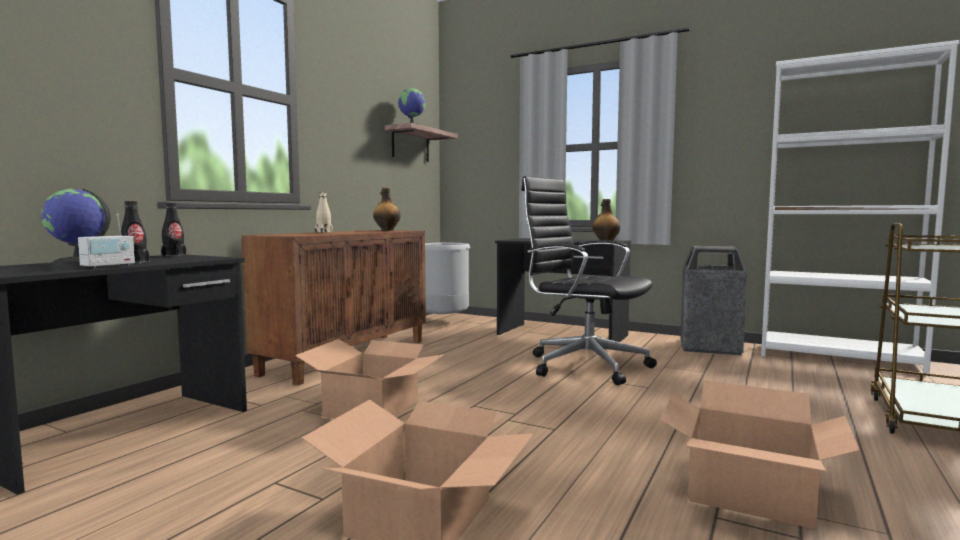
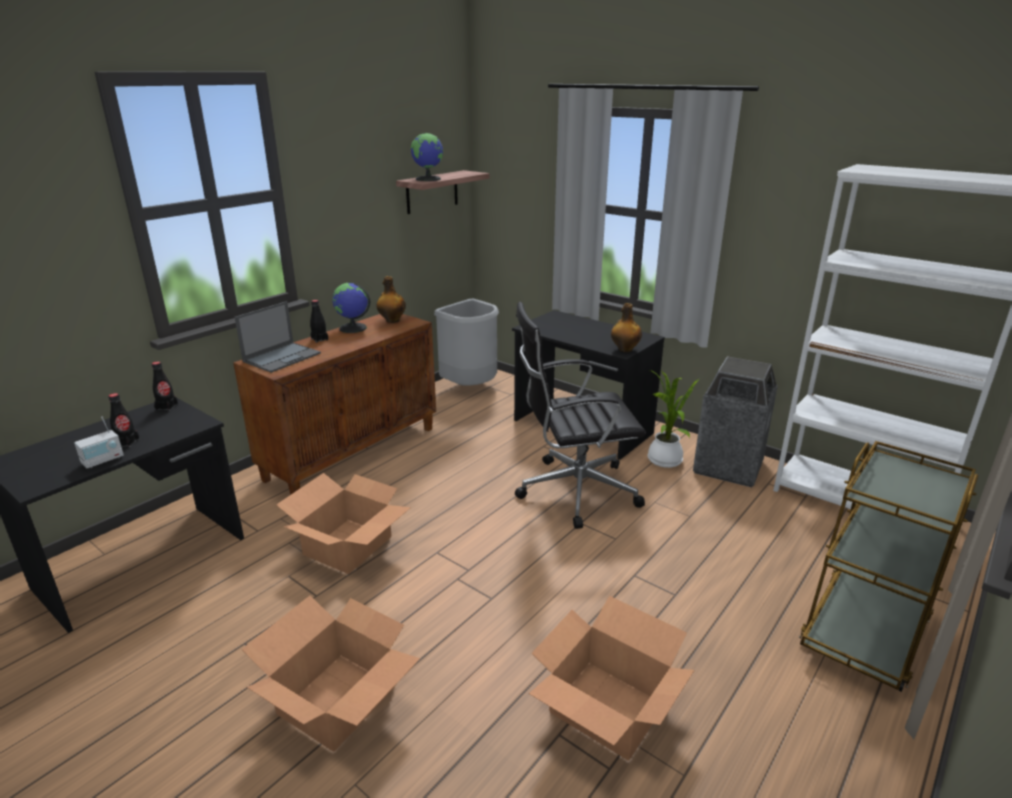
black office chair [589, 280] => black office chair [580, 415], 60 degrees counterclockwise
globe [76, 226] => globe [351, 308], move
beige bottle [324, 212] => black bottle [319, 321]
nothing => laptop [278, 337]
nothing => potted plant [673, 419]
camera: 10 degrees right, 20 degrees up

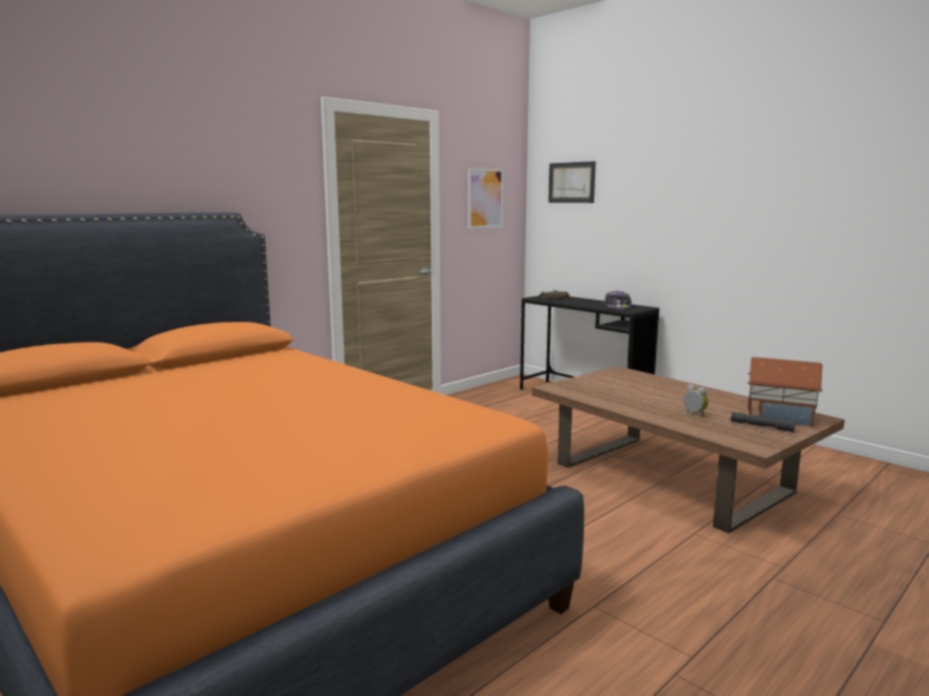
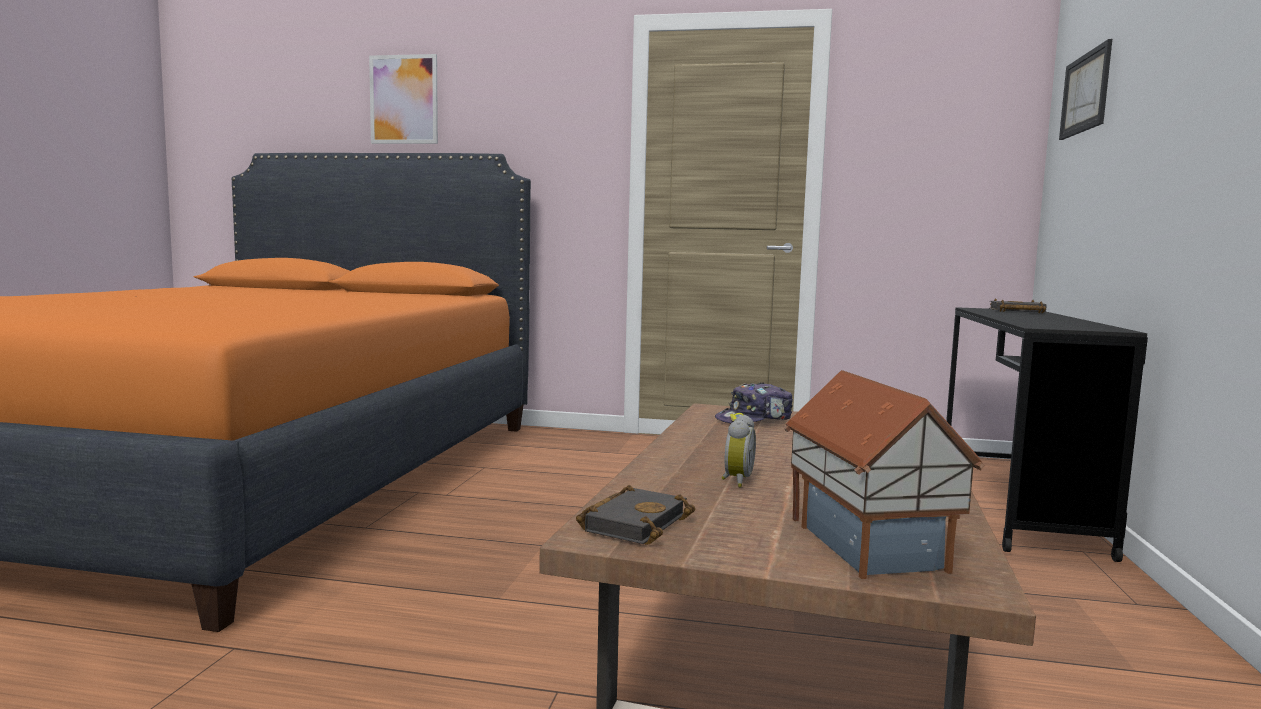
picture [485, 198] => picture [403, 99], move
cap [618, 299] => cap [754, 402], move
grey flashlight [763, 422] => nothing
nothing => black book [635, 515]
camera: 55 degrees right, 5 degrees down

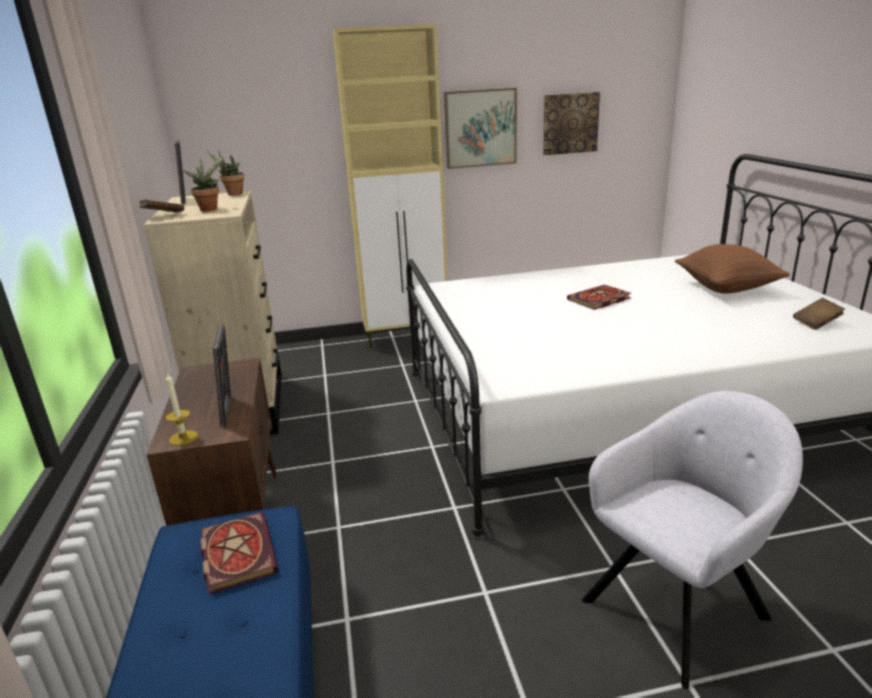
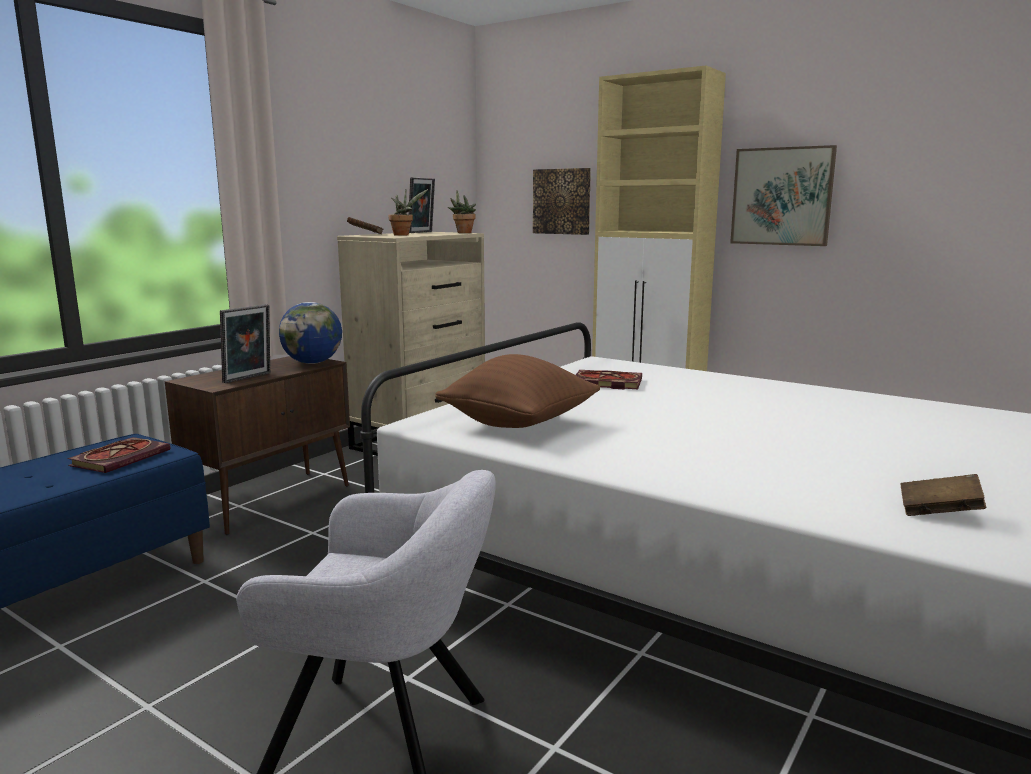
picture [571, 123] => picture [562, 201], move
brown pillow [732, 269] => brown pillow [518, 391], move
book [599, 297] => book [609, 380], move
candle [181, 409] => nothing
nothing => globe [310, 333]
camera: 45 degrees right, 10 degrees down

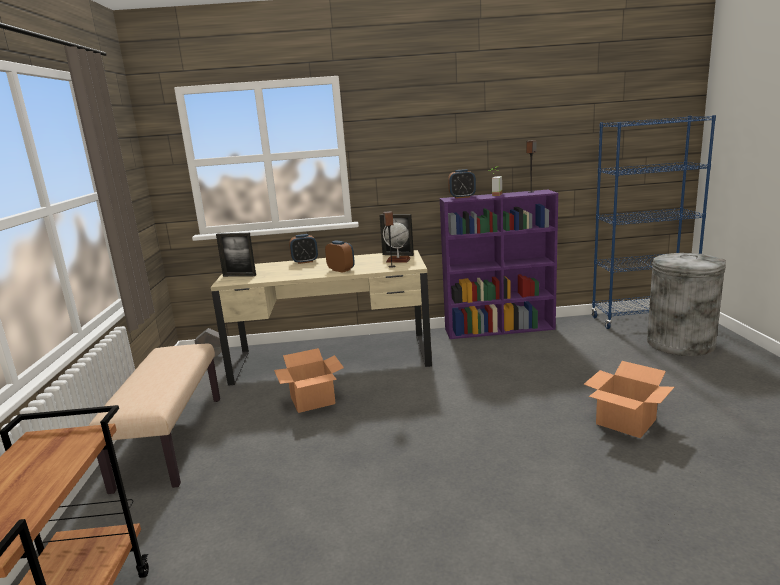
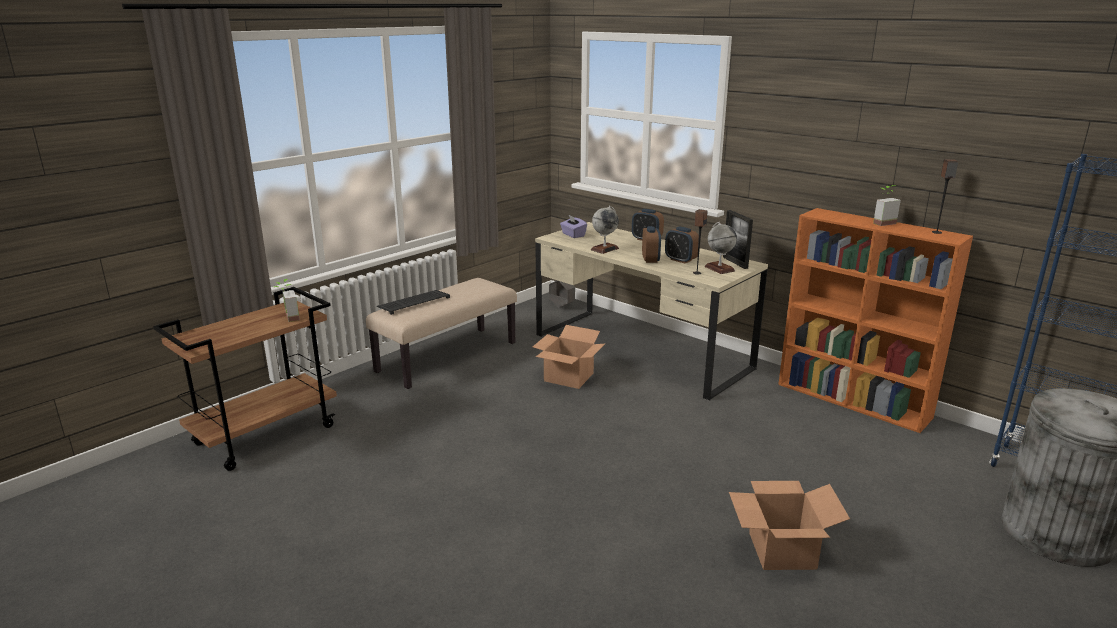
alarm clock [462, 183] => alarm clock [682, 245], move
purple bookcase [499, 264] => orange bookcase [875, 320]
picture frame [236, 255] => purple tissue box [573, 226]
nothing => globe [605, 230]
nothing => potted plant [287, 300]
nothing => keyboard [413, 302]
camera: 45 degrees right, 5 degrees up

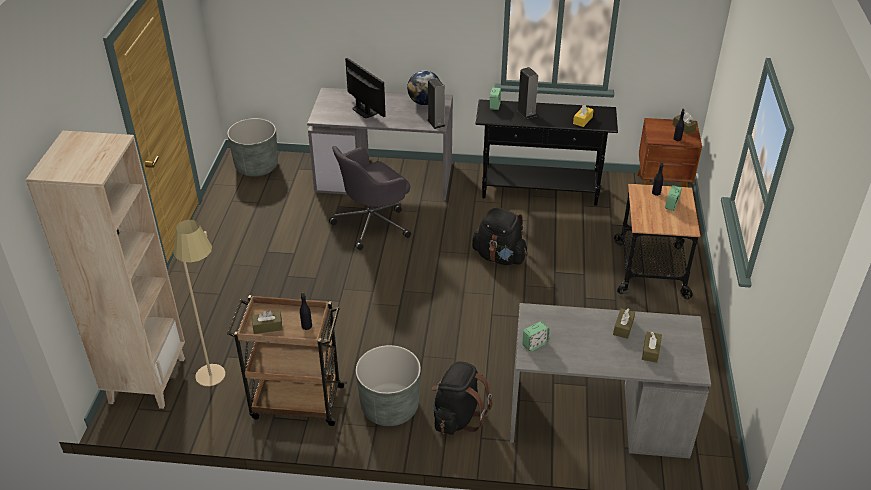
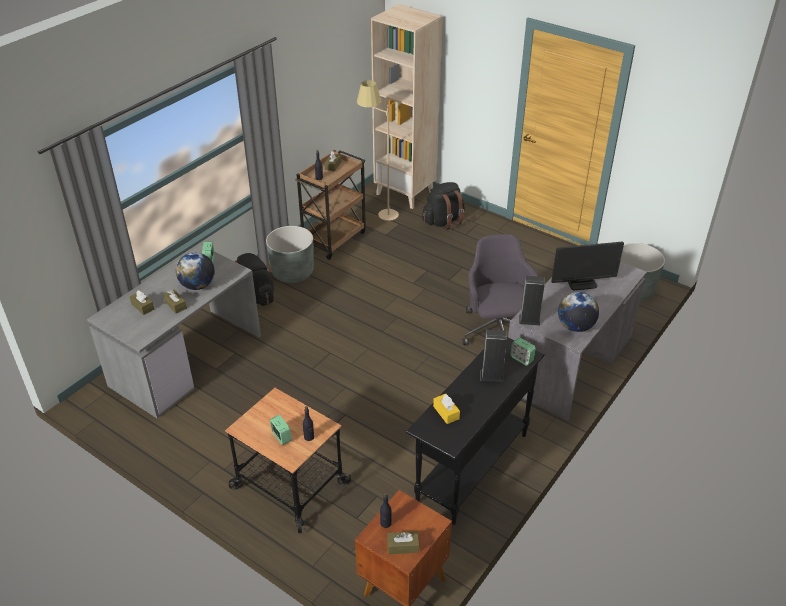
black backpack [499, 236] => black backpack [443, 206], move
nothing => globe [195, 271]
camera: 120 degrees right, 0 degrees up

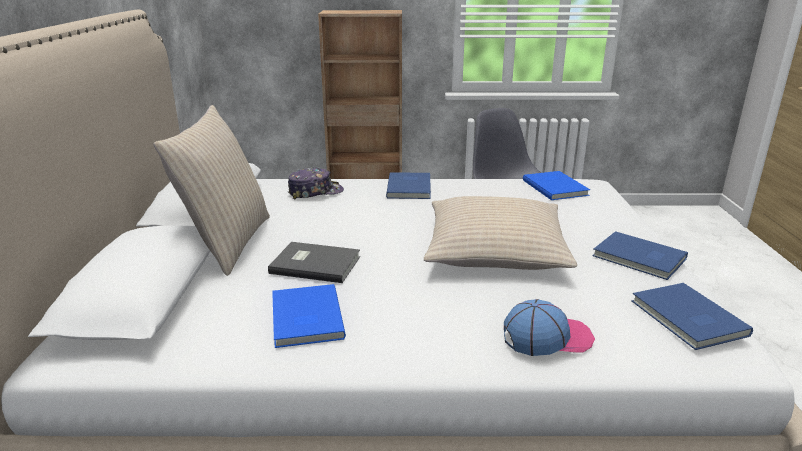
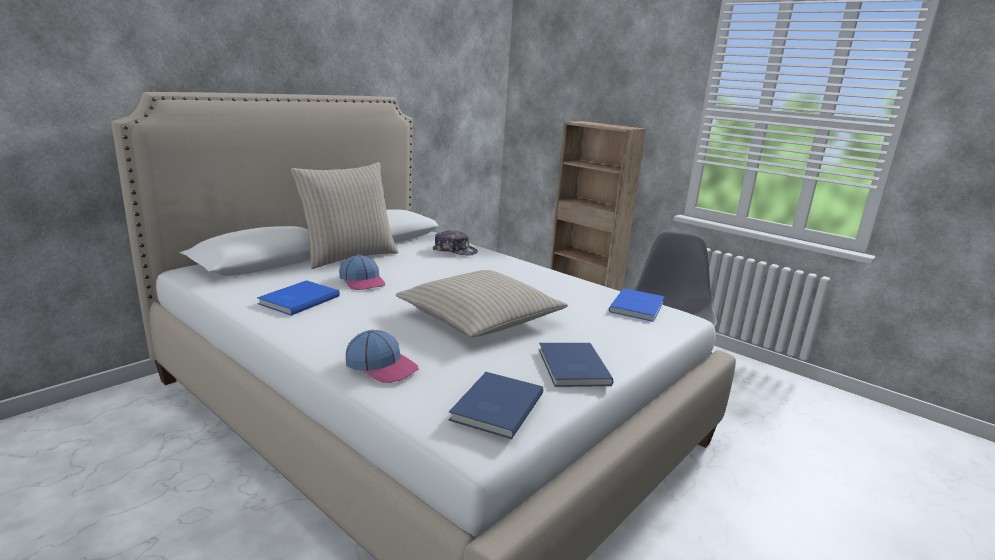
blue book [408, 185] => nothing
grey book [314, 262] => cap [362, 272]
camera: 40 degrees right, 5 degrees down

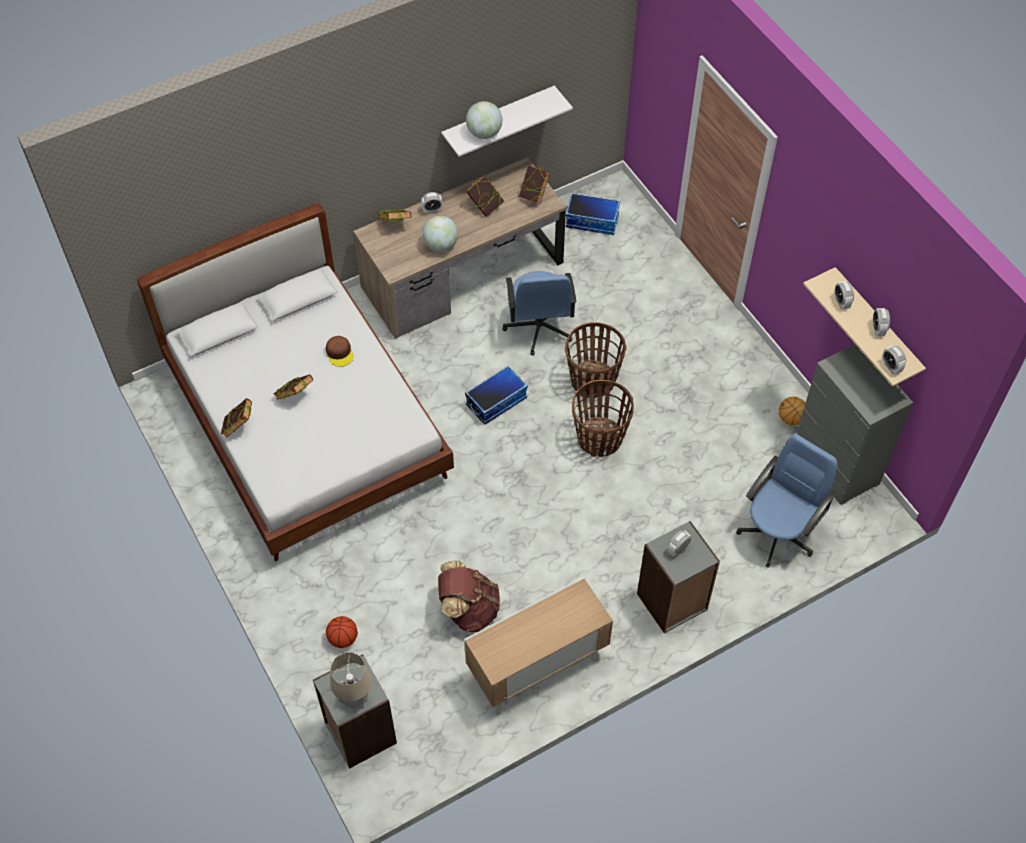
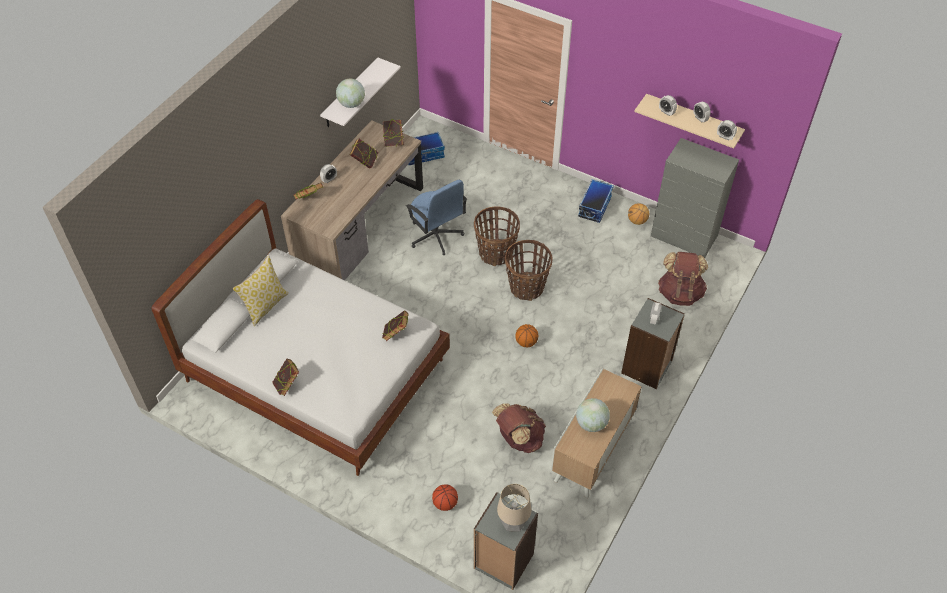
globe [440, 234] => globe [593, 415], move
brown cap [339, 351] => nothing
storage box [496, 395] => storage box [596, 201], move
book [293, 387] => book [395, 325], move
blue office chair [787, 501] => brown backpack [683, 279]
nothing => pillow [261, 290]
nothing => basketball [526, 335]
camera: 30 degrees left, 5 degrees down

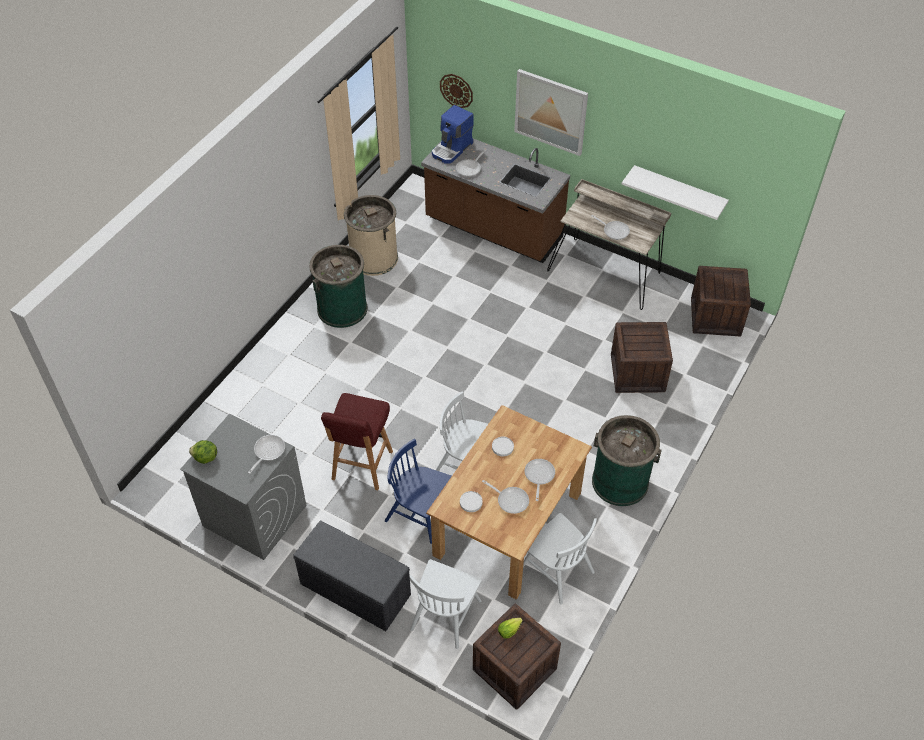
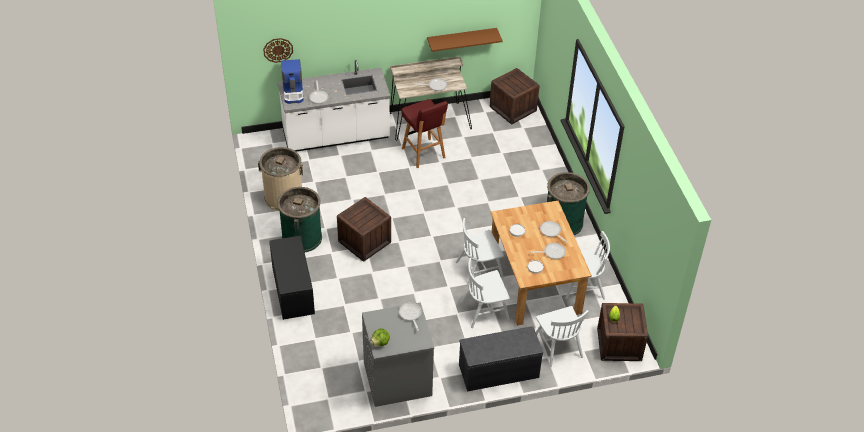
picture [551, 112] => nothing
brown counter [495, 201] => white counter [334, 106]
white shelf [675, 192] => brown shelf [465, 40]
crate [642, 357] => crate [364, 229], move
red stool [357, 442] => red stool [424, 133], move
blue chair [418, 491] => white chair [485, 293]
nothing => black bench [292, 278]
camera: 45 degrees left, 5 degrees down

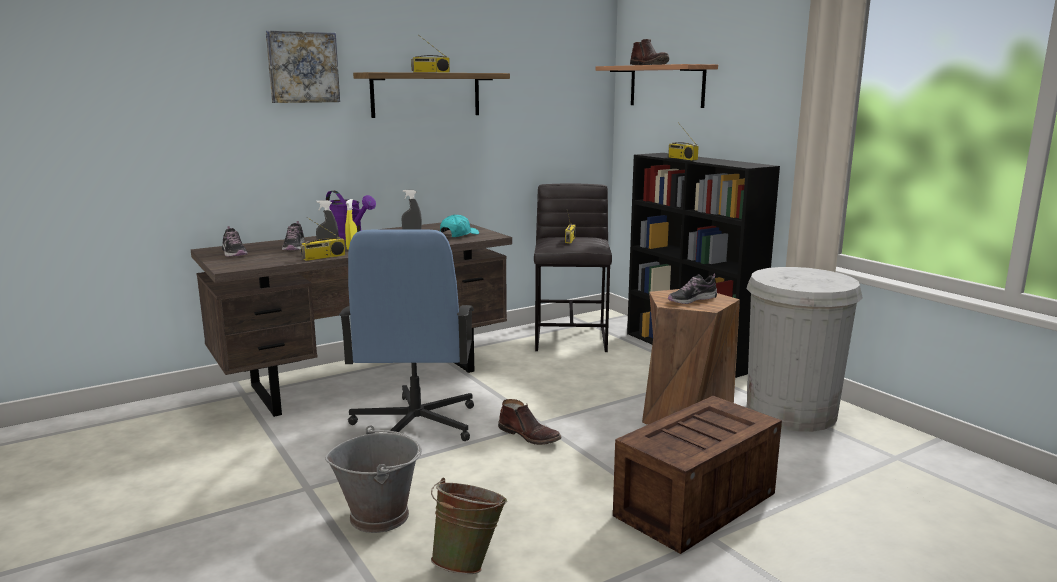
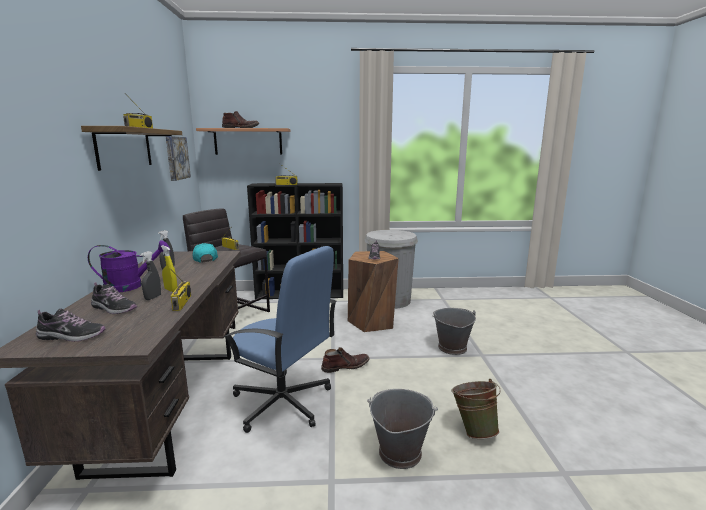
picture [303, 67] => picture [178, 158], move
crate [697, 475] => grey bucket [454, 331]
camera: 60 degrees left, 0 degrees up

